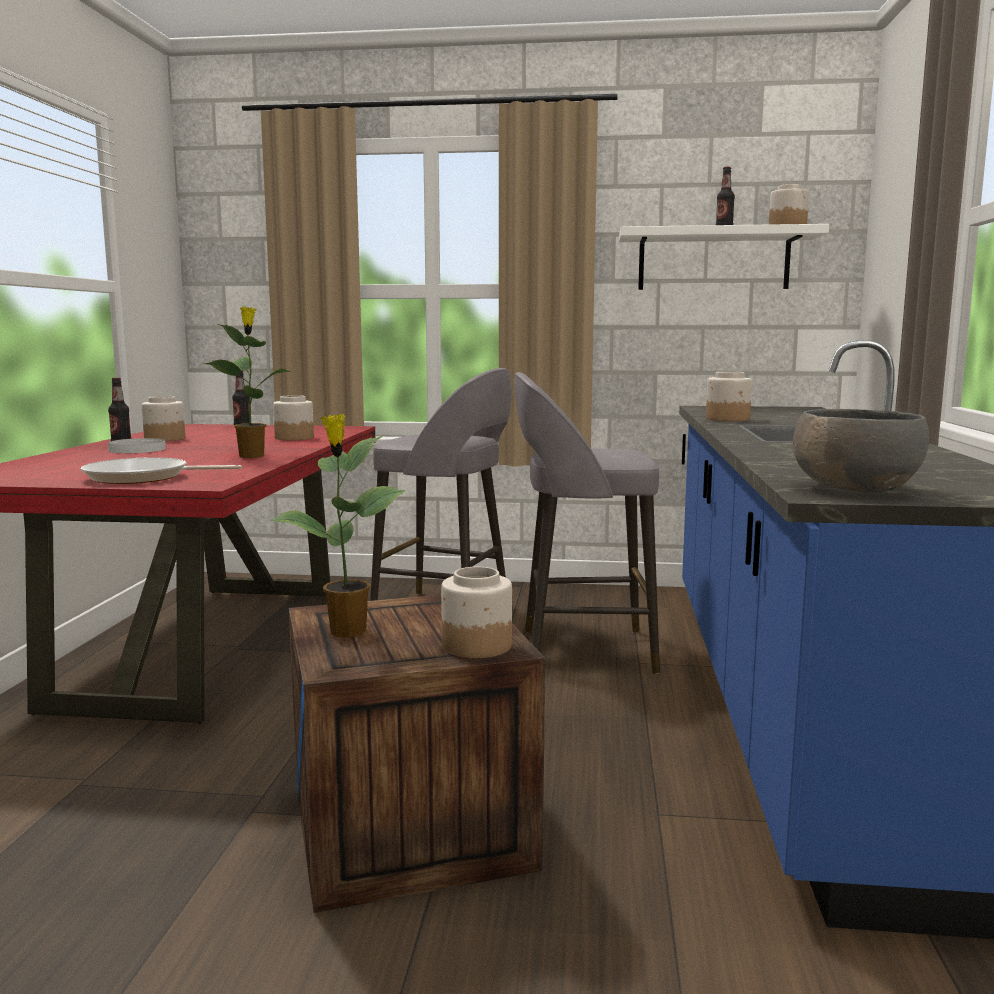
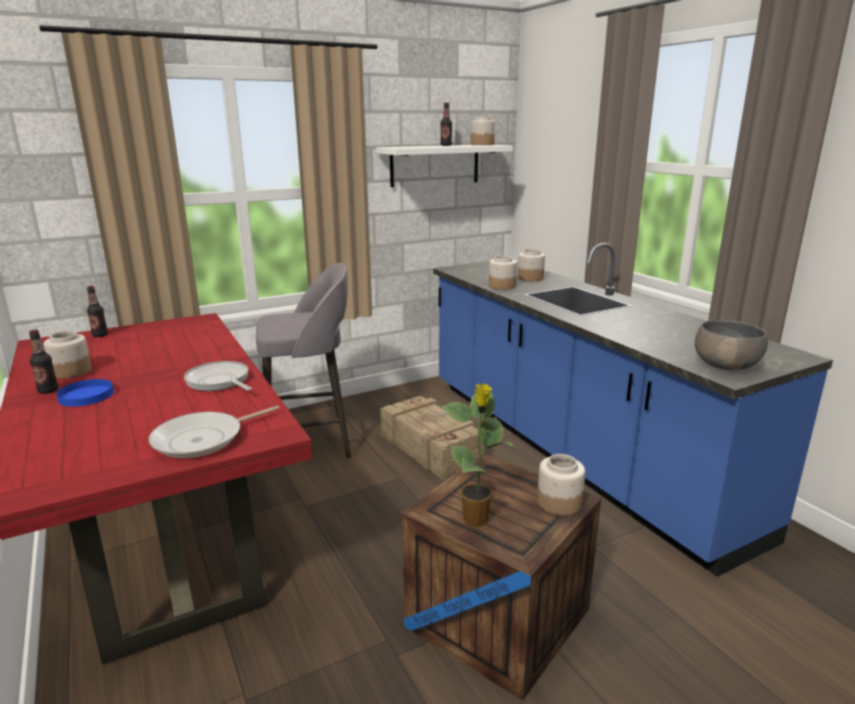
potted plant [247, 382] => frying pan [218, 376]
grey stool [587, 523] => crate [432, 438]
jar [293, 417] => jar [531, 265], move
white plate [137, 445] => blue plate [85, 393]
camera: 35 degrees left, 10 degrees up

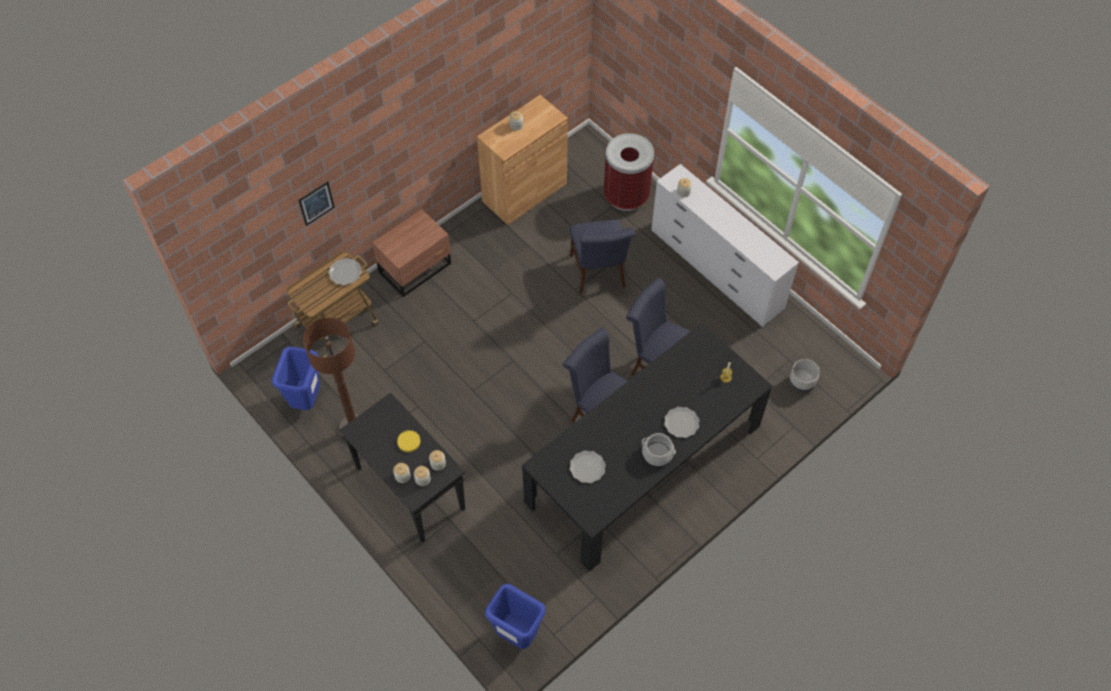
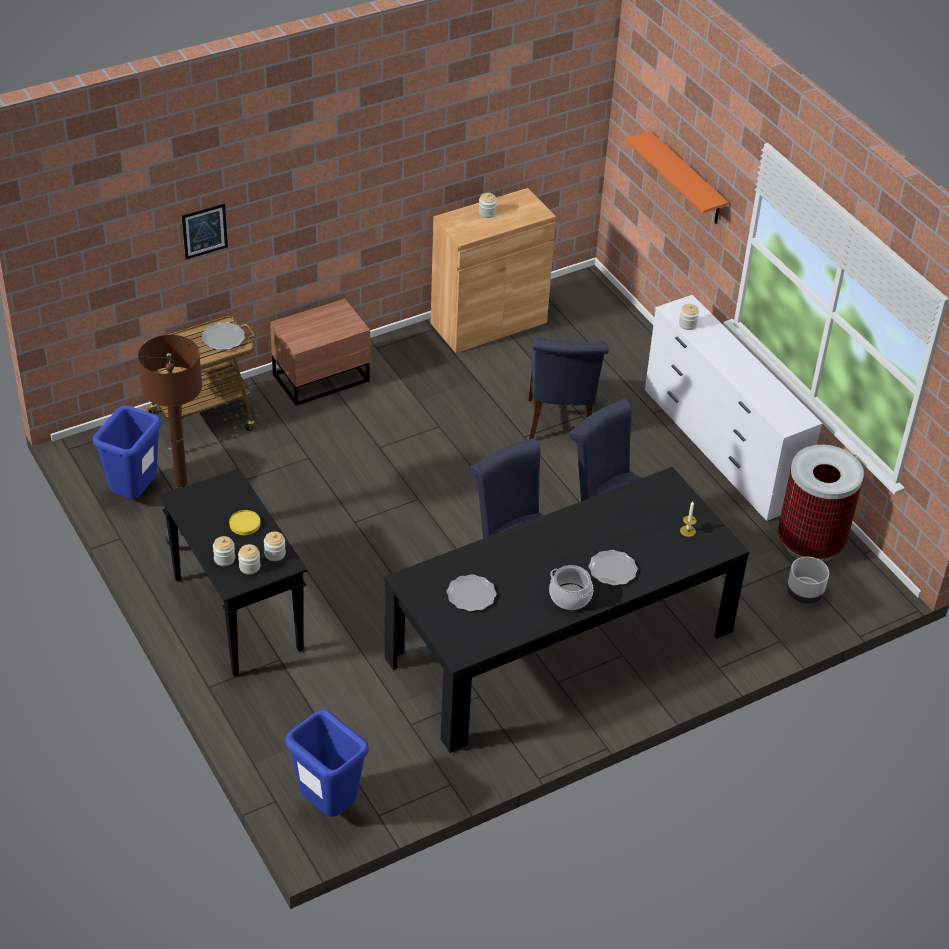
trash can [629, 172] => trash can [821, 503], move
nothing => orange shelf [677, 177]
camera: 10 degrees right, 15 degrees down

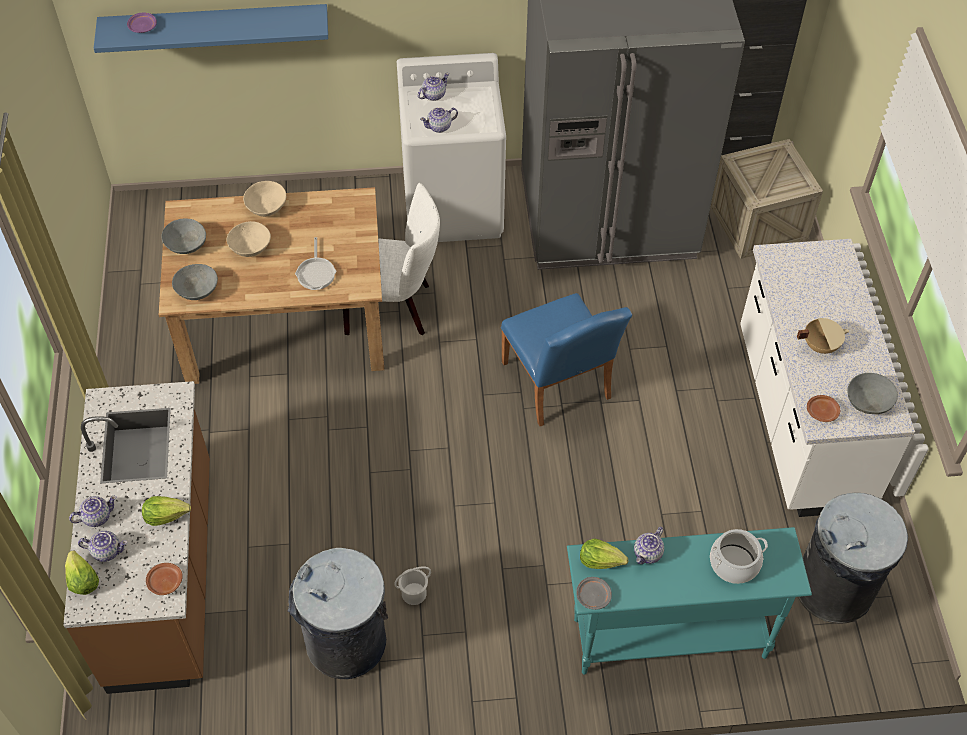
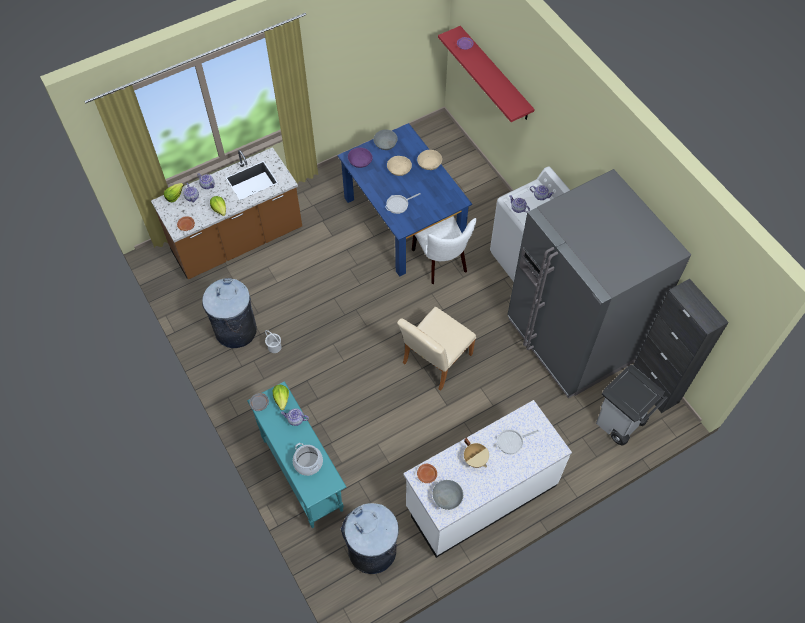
blue shelf [211, 28] => red shelf [486, 74]
crate [767, 199] => grey trash can [632, 404]
brown dining table [271, 285] => blue dining table [404, 200]
grey bowl [195, 282] => purple bowl [360, 158]
blue chair [566, 359] => beige chair [436, 349]
nothing => frying pan [517, 441]
camera: 65 degrees right, 5 degrees up

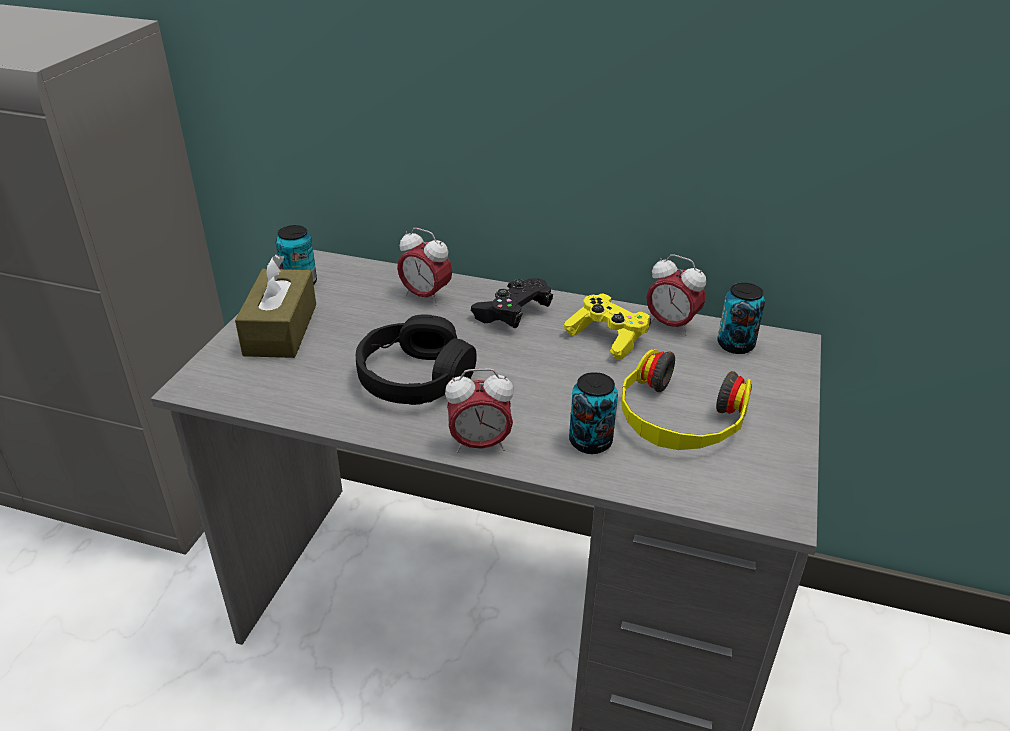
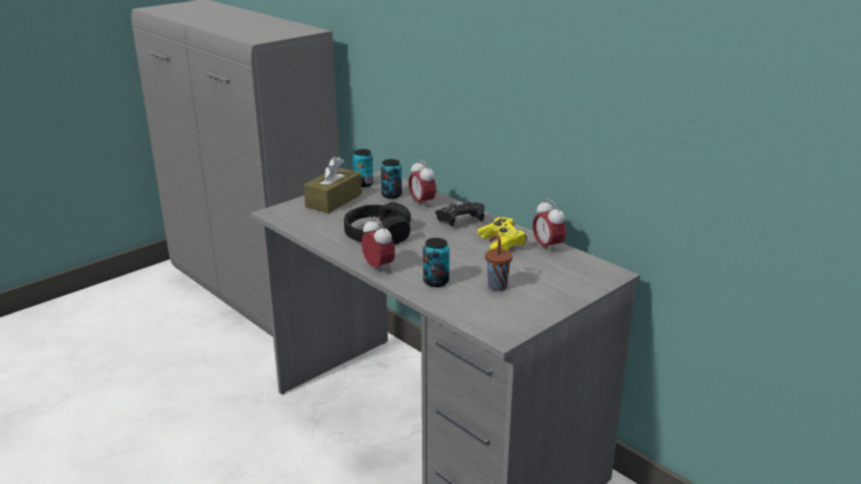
can [741, 318] => can [391, 179], move
headphones [687, 399] => brown cup [499, 263]
alarm clock [479, 410] => alarm clock [378, 245], 150 degrees counterclockwise
camera: 30 degrees right, 10 degrees down

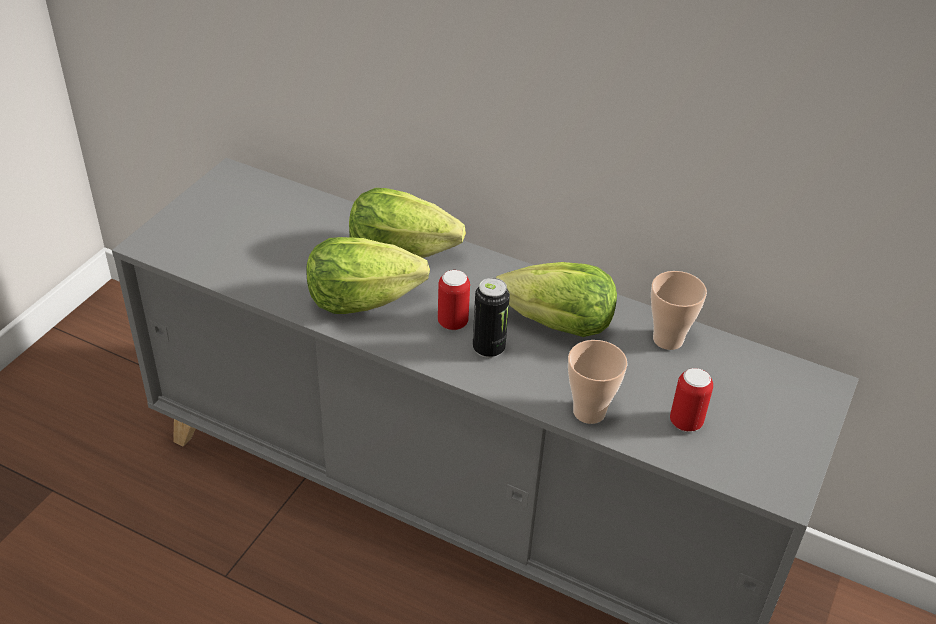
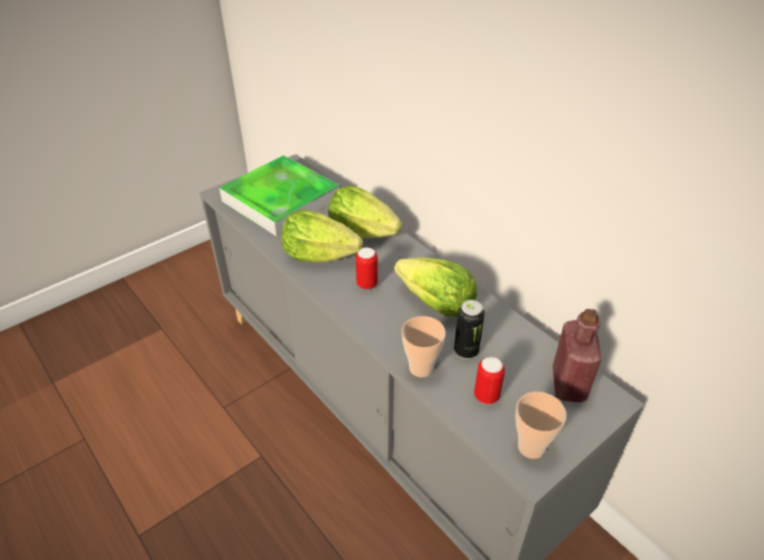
cup [679, 310] => cup [541, 425], move
can [491, 318] => can [469, 329], move
nothing => tray [279, 195]
nothing => red bottle [577, 356]
camera: 25 degrees right, 0 degrees up

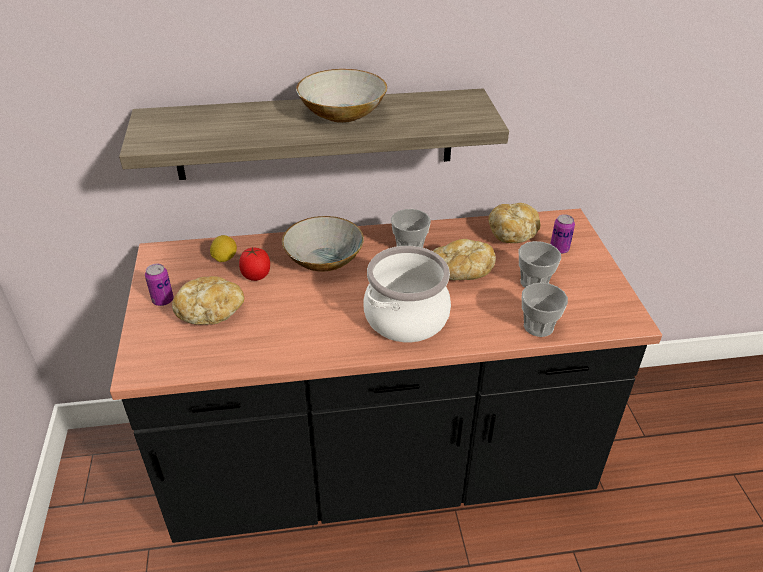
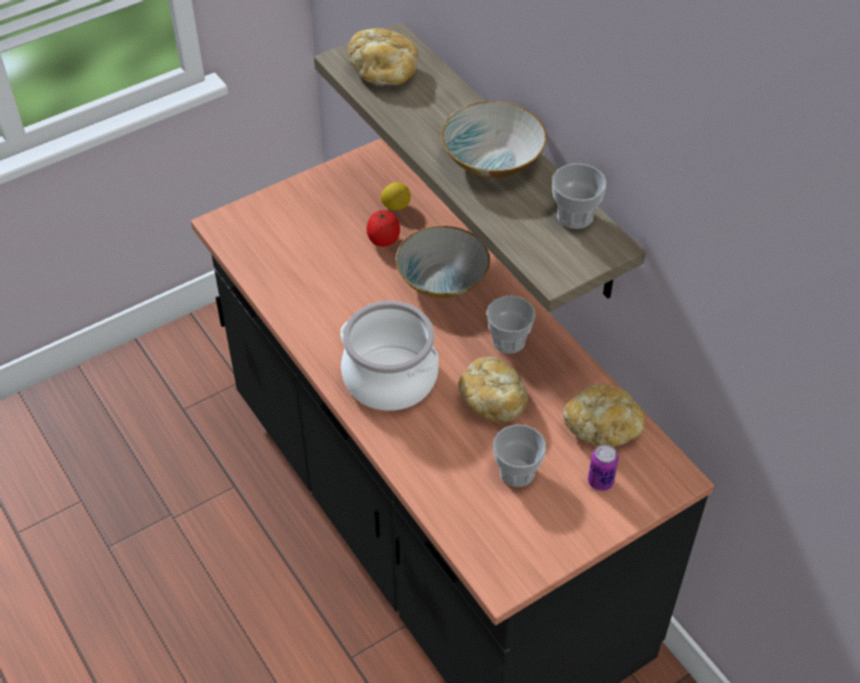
can [159, 285] => nothing
bread [208, 300] => bread [383, 57], move
cup [545, 310] => cup [579, 196], move
camera: 65 degrees right, 10 degrees up

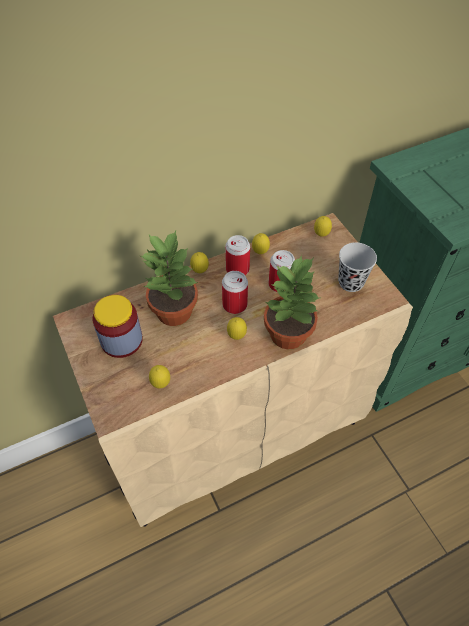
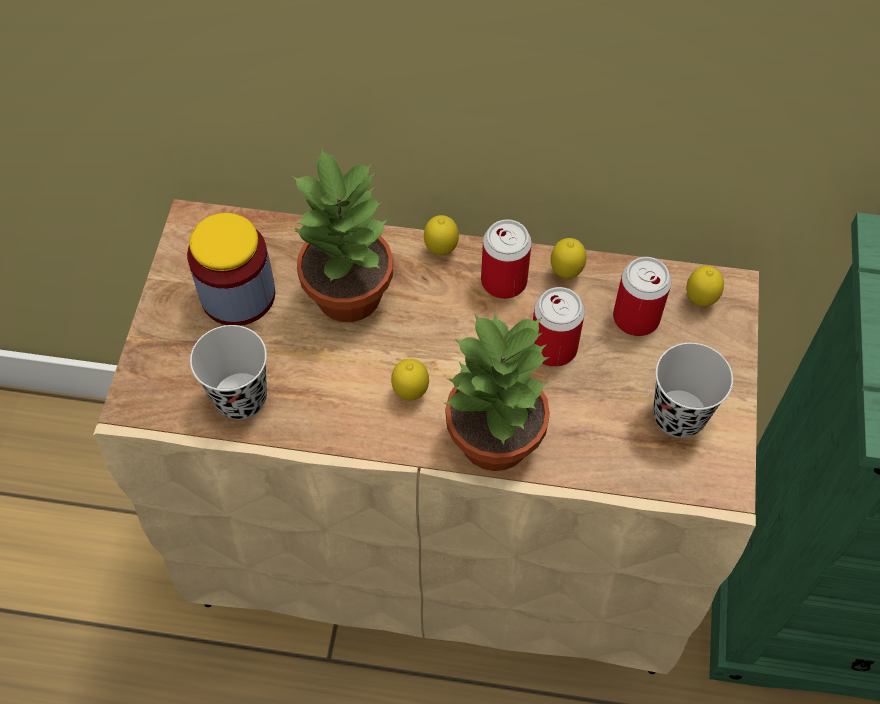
can [235, 292] => can [642, 296], move
lemon [159, 376] => black cup [228, 372]
camera: 35 degrees right, 5 degrees up

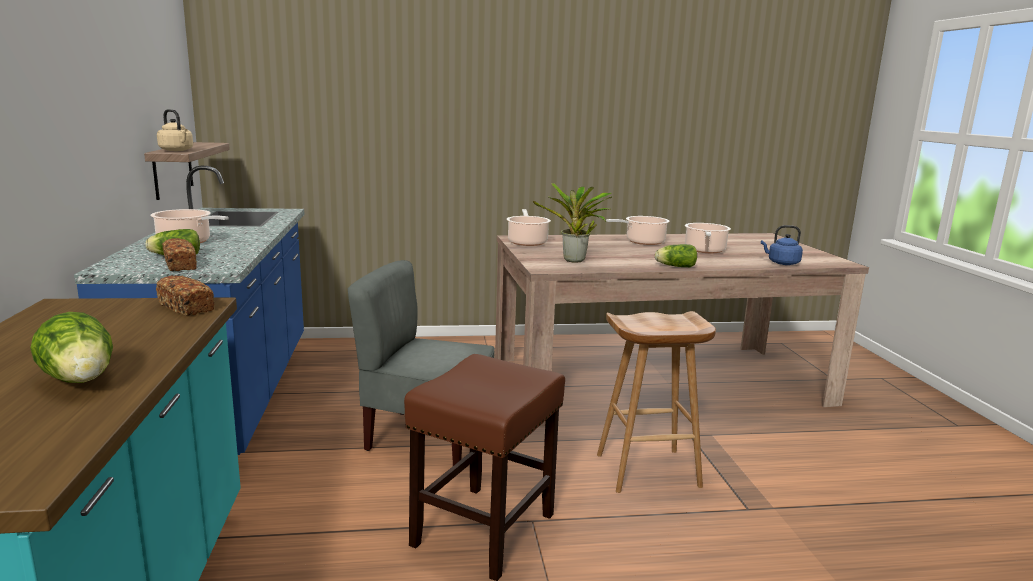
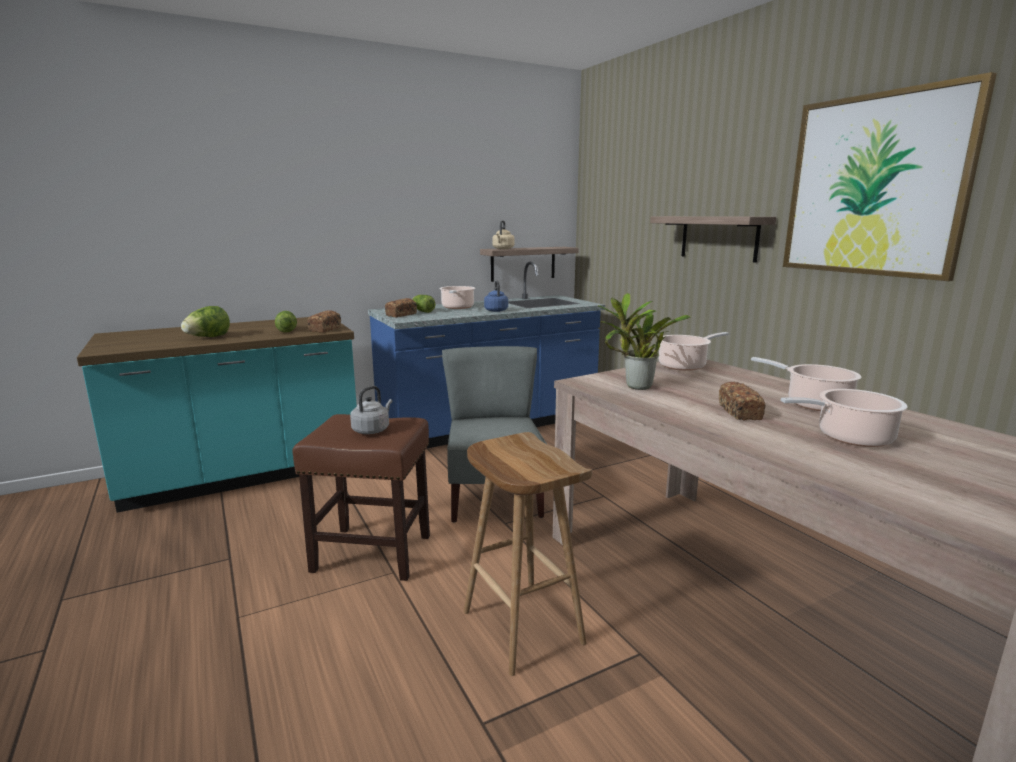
blue kettle [782, 245] => blue kettle [496, 296], move
lettuce [676, 255] => lettuce [286, 321], move
nothing => picture [890, 176]
nothing => shelf [713, 239]
nothing => bread [742, 401]
nothing => grey kettle [371, 410]
camera: 70 degrees right, 0 degrees up

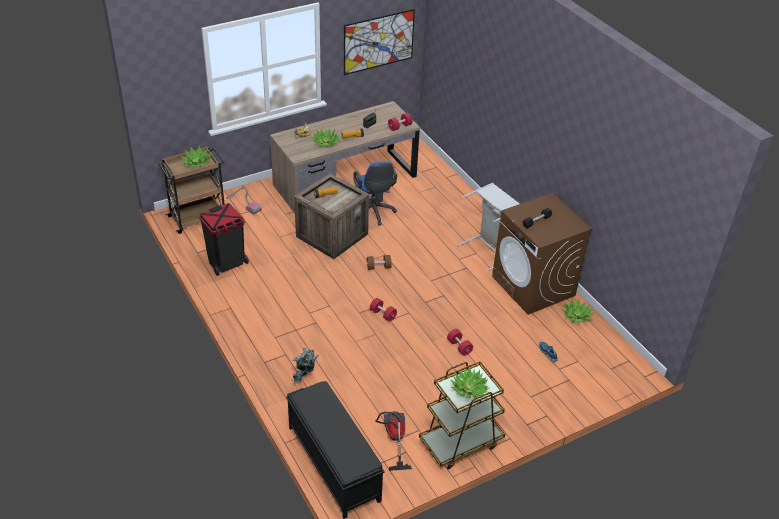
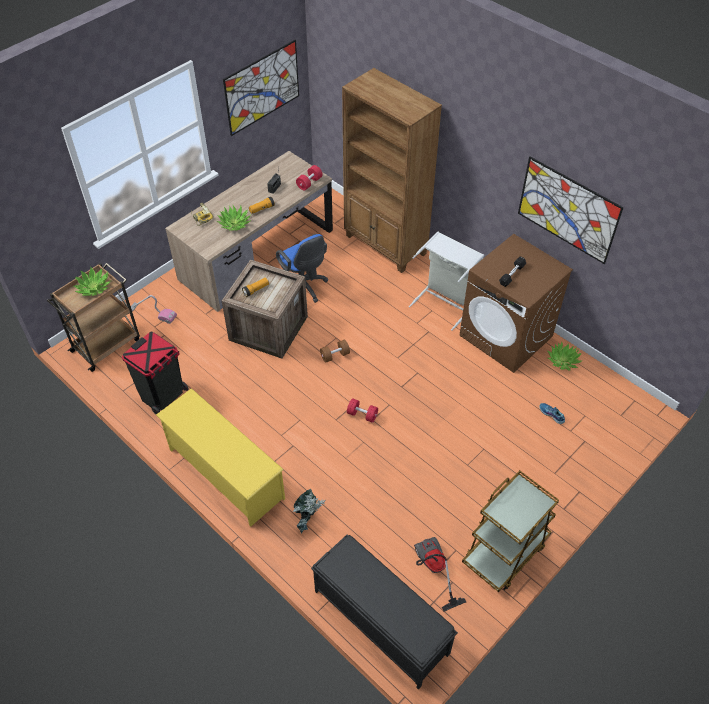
red dumbbell [460, 342] => nothing
potted plant [469, 382] => nothing
nothing => brown bookcase [392, 170]
nothing => picture [571, 210]
nothing => yellow shoe rack [220, 457]
camera: 15 degrees left, 10 degrees up

